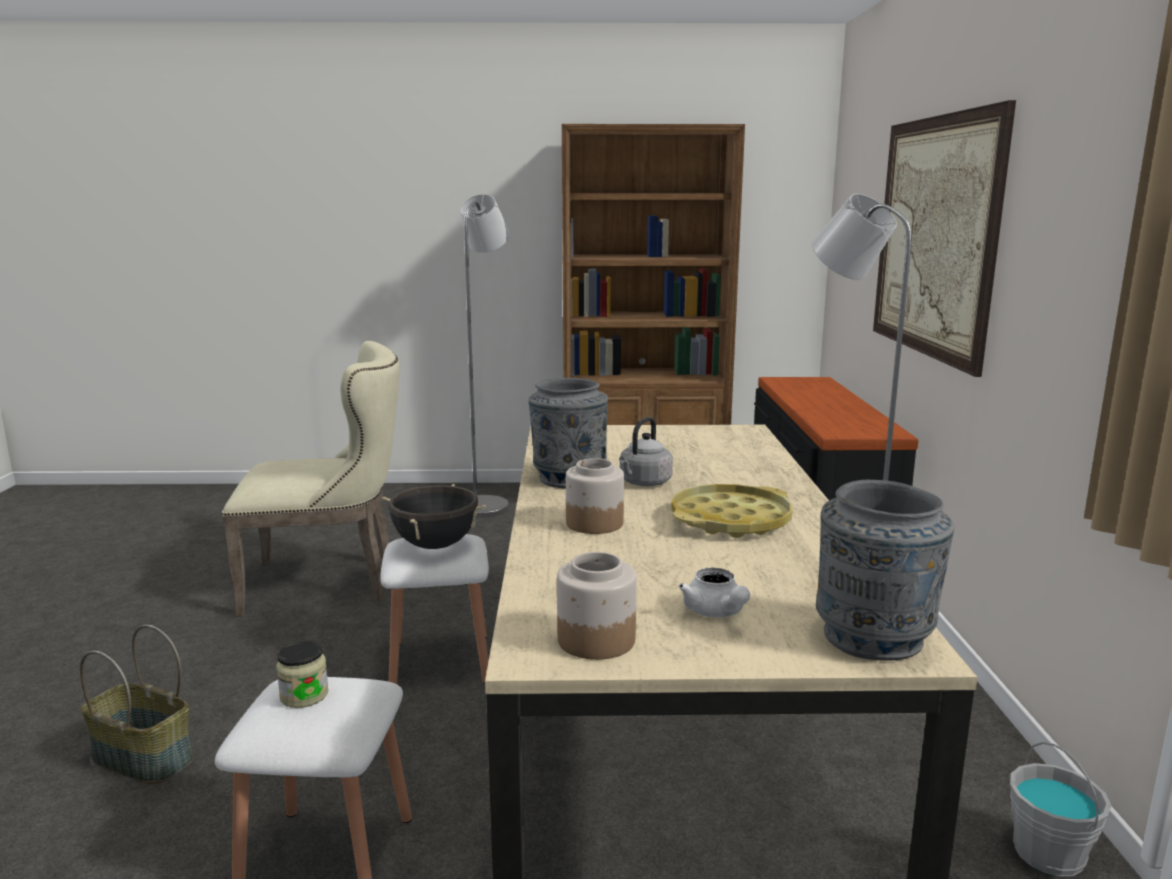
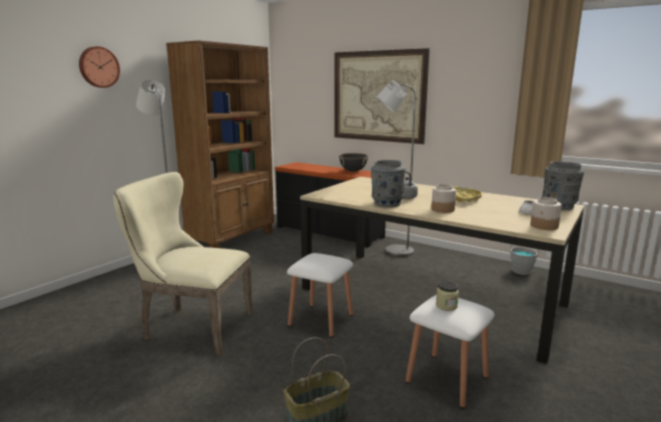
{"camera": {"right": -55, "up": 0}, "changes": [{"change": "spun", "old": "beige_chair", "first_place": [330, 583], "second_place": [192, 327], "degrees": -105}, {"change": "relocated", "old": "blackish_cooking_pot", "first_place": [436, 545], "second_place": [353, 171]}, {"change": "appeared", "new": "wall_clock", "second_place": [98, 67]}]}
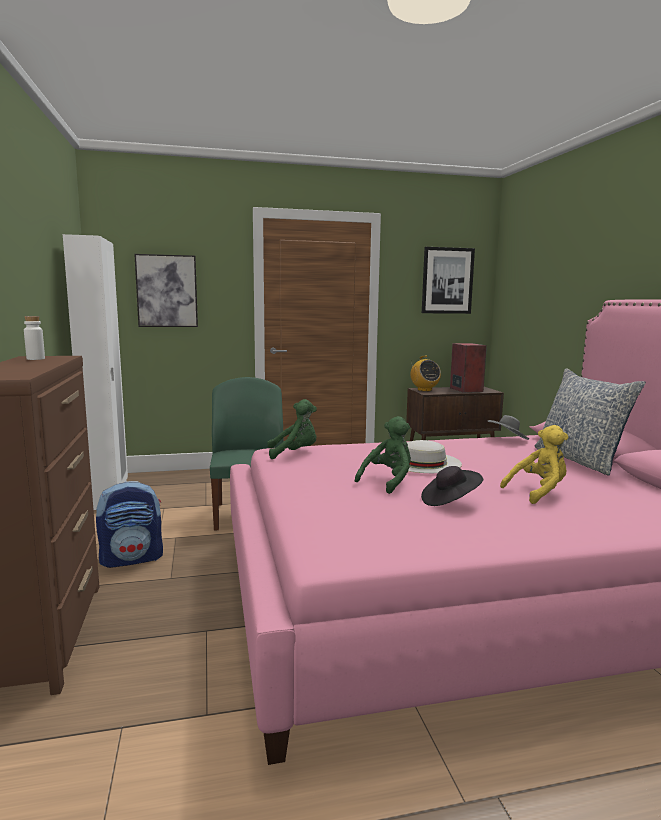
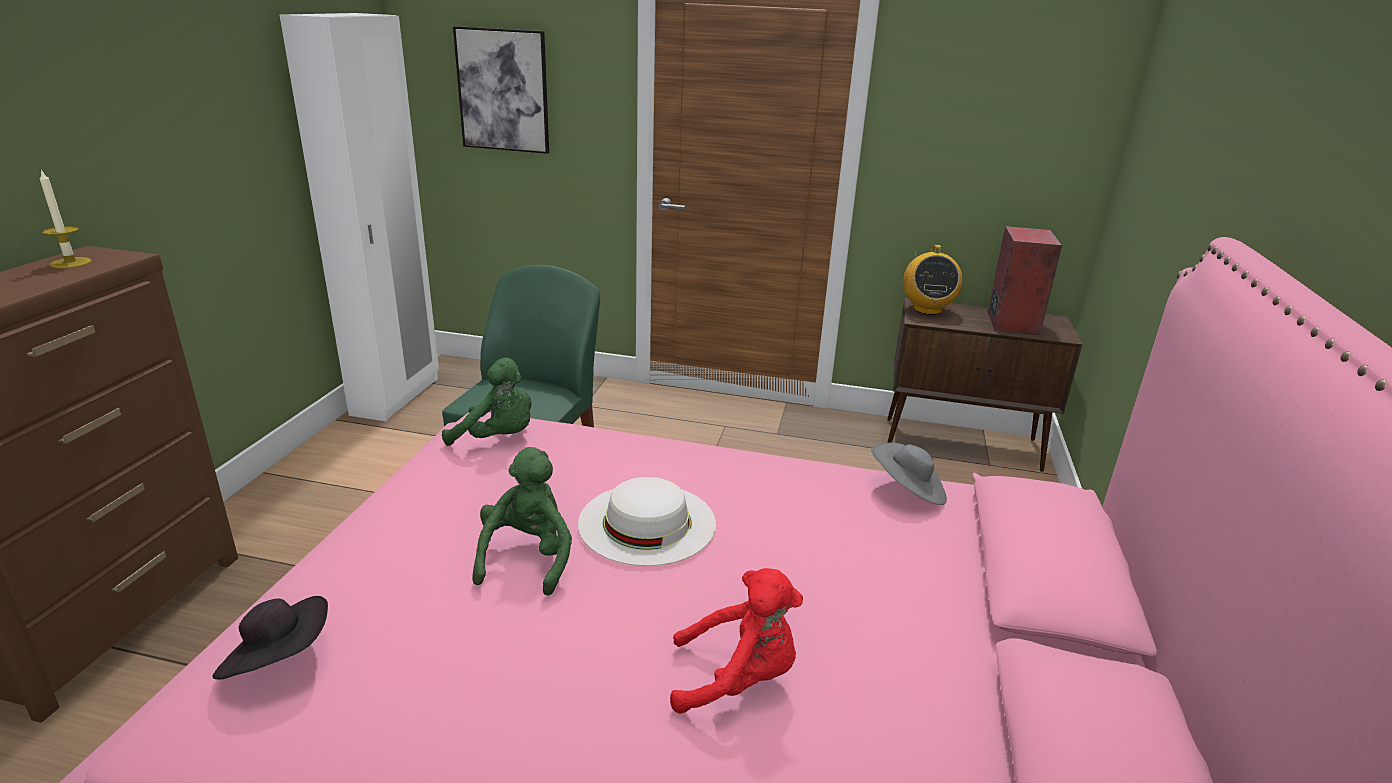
{"camera": {"right": 25, "up": 15}, "changes": [{"change": "exchanged", "old": "white-coloured_bottle", "new": "wax_candle", "first_place": [35, 359], "second_place": [71, 263]}, {"change": "missing", "old": "backpack", "first_place": [132, 559]}, {"change": "spun", "old": "greenish_soft_toy", "first_place": [388, 481], "second_place": [527, 558], "degrees": -60}, {"change": "relocated", "old": "blackish_clothing_hat", "first_place": [450, 501], "second_place": [279, 660]}, {"change": "missing", "old": "wall_art", "first_place": [447, 280]}, {"change": "colour", "old": "yellow_soft_toy", "new": "reddish_soft_toy", "first_place": [538, 492], "second_place": [737, 679]}, {"change": "missing", "old": "cushion", "first_place": [580, 460]}]}
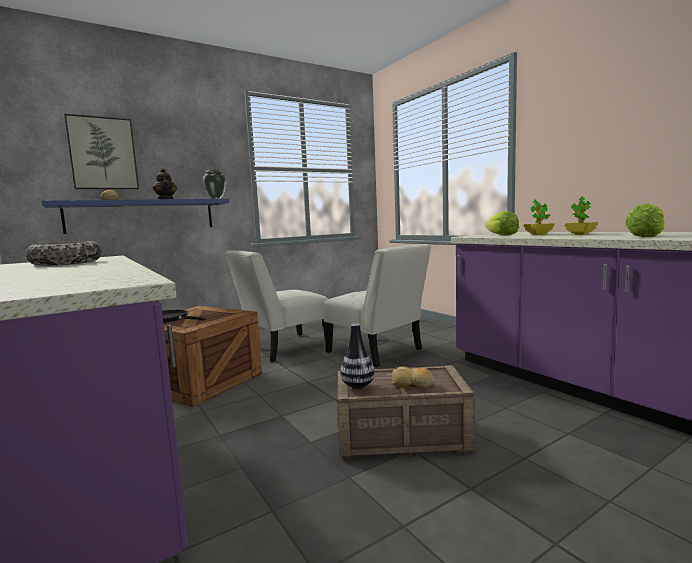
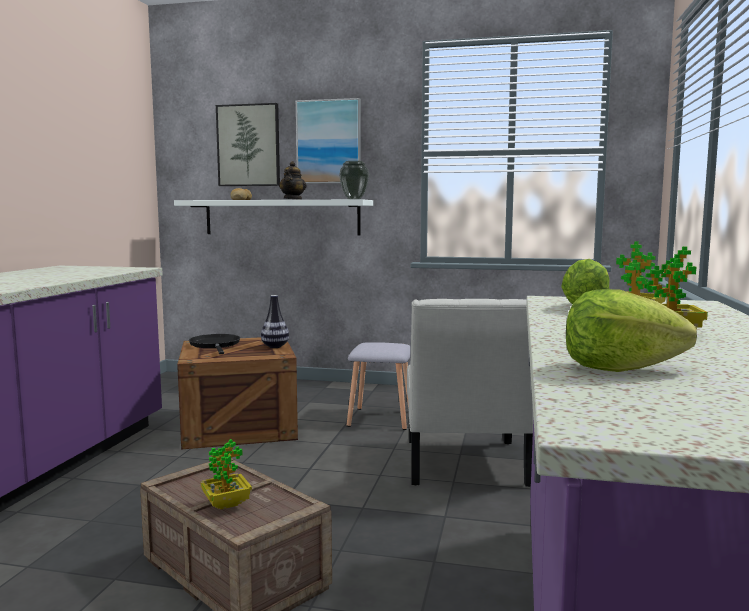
{"camera": {"right": 45, "up": 0}, "changes": [{"change": "missing", "old": "serving_bowl", "first_place": [67, 263]}, {"change": "colour", "old": "blue-coloured_shelf", "new": "white-coloured_shelf", "first_place": [142, 216], "second_place": [281, 217]}, {"change": "exchanged", "old": "white-coloured_chair", "new": "greyish_stool_seat", "first_place": [282, 348], "second_place": [380, 418]}, {"change": "relocated", "old": "decorative_vase", "first_place": [358, 386], "second_place": [275, 347]}, {"change": "exchanged", "old": "bread", "new": "plant_in_a_pot", "first_place": [412, 384], "second_place": [226, 504]}, {"change": "appeared", "new": "wall_art", "second_place": [329, 142]}]}
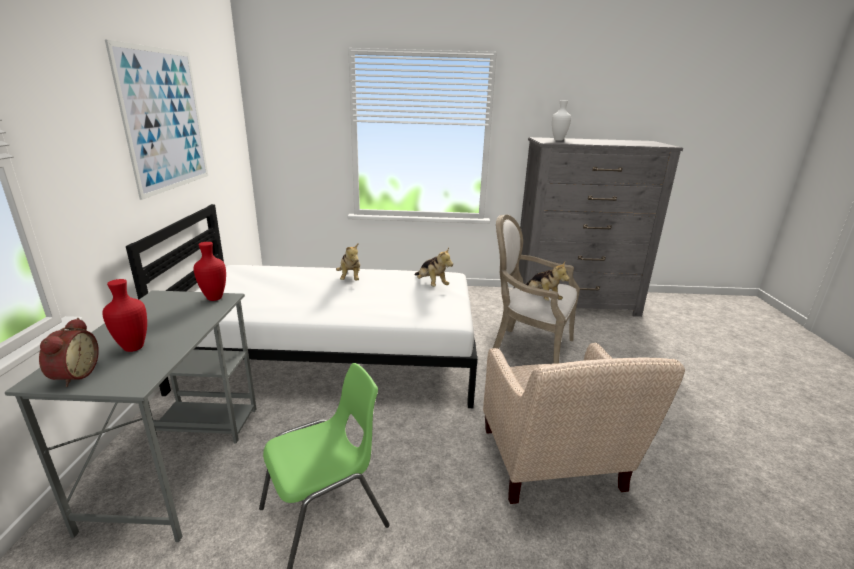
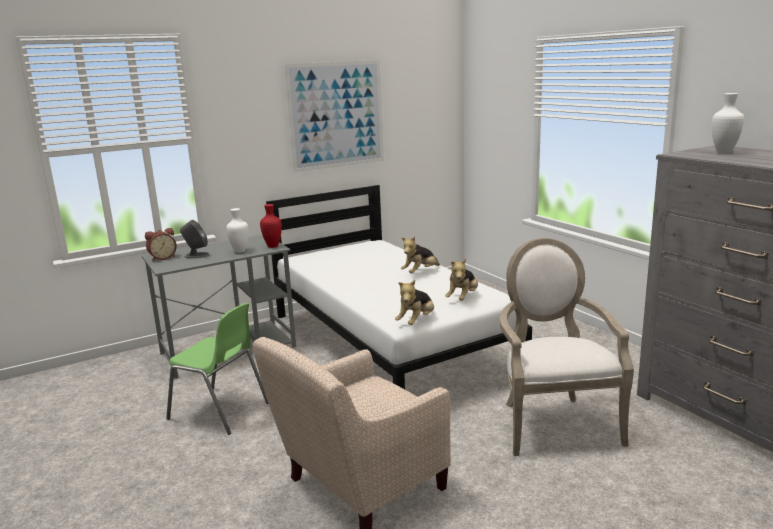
{"camera": {"right": 60, "up": -5}, "changes": [{"change": "exchanged", "old": "reddish_decorative_vase", "new": "greyish_audio_speaker", "first_place": [132, 348], "second_place": [196, 255]}, {"change": "relocated", "old": "soft_toy", "first_place": [541, 298], "second_place": [416, 321]}, {"change": "appeared", "new": "white-coloured_decorative_vase", "second_place": [240, 251]}]}
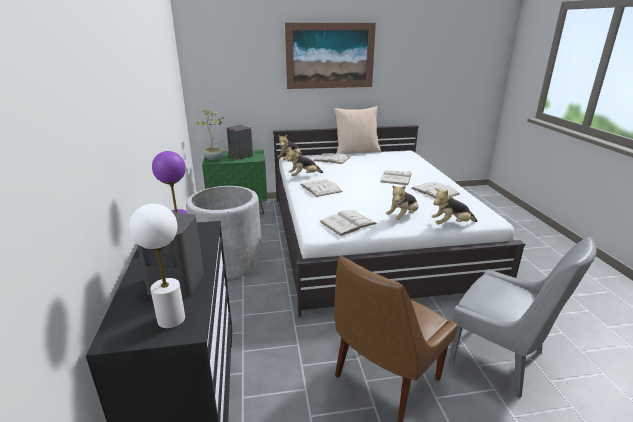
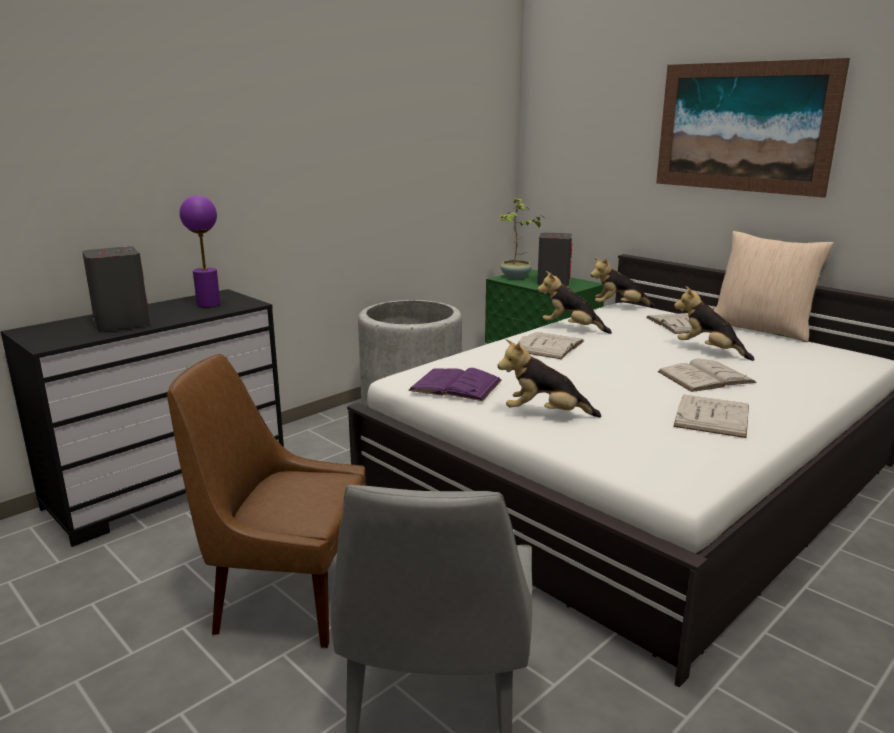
{"camera": {"right": 55, "up": -5}, "changes": [{"change": "missing", "old": "white-coloured_tabletop_lamp", "first_place": [172, 319]}, {"change": "colour", "old": "white-coloured_volume", "new": "purple_volume", "first_place": [348, 223], "second_place": [455, 385]}, {"change": "relocated", "old": "soft_toy", "first_place": [451, 224], "second_place": [709, 351]}]}
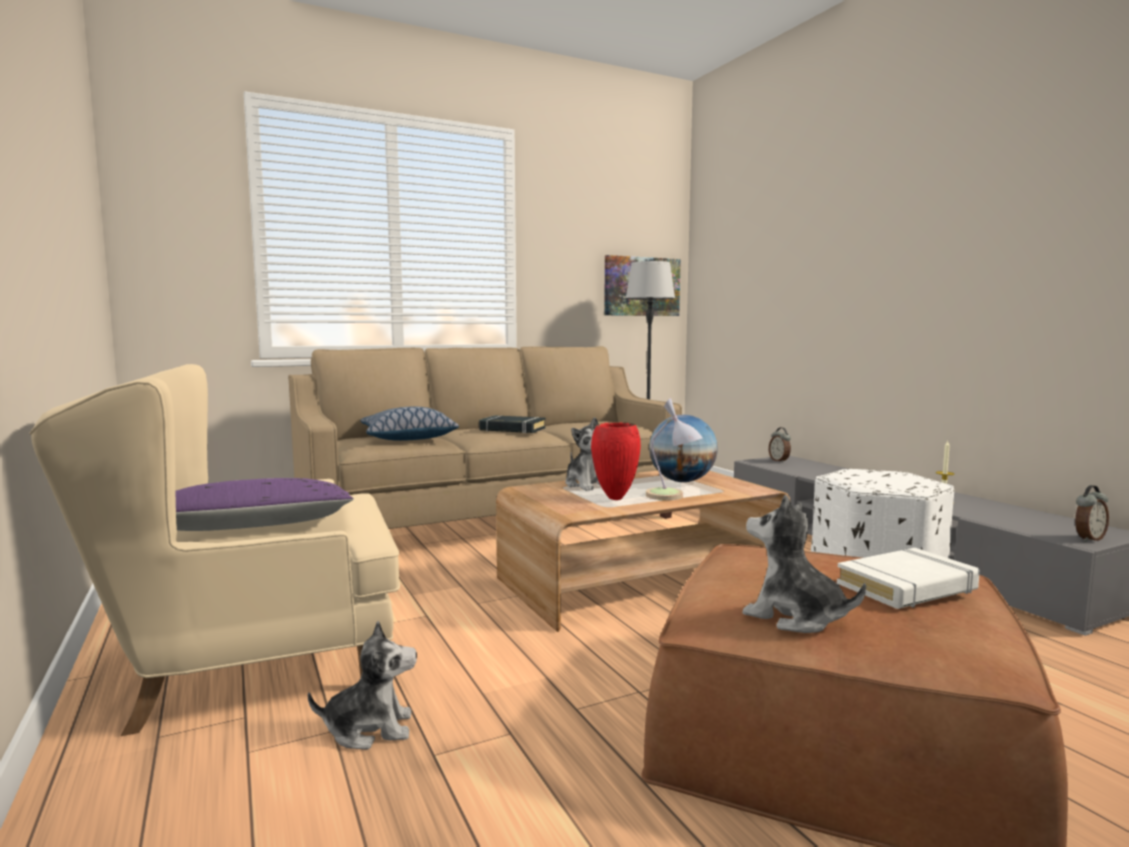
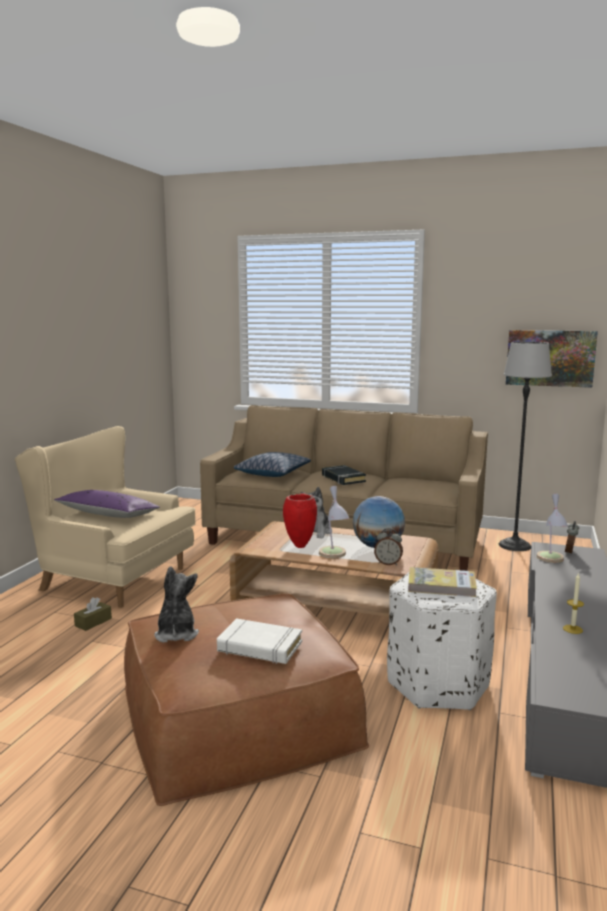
{"camera": {"right": 45, "up": 5}, "changes": [{"change": "exchanged", "old": "soft_toy", "new": "brownish_tissue_box", "first_place": [370, 729], "second_place": [93, 622]}, {"change": "relocated", "old": "bedside_clock", "first_place": [1088, 539], "second_place": [388, 563]}, {"change": "appeared", "new": "volume", "second_place": [441, 585]}, {"change": "appeared", "new": "tabletop_lamp", "second_place": [551, 560]}]}
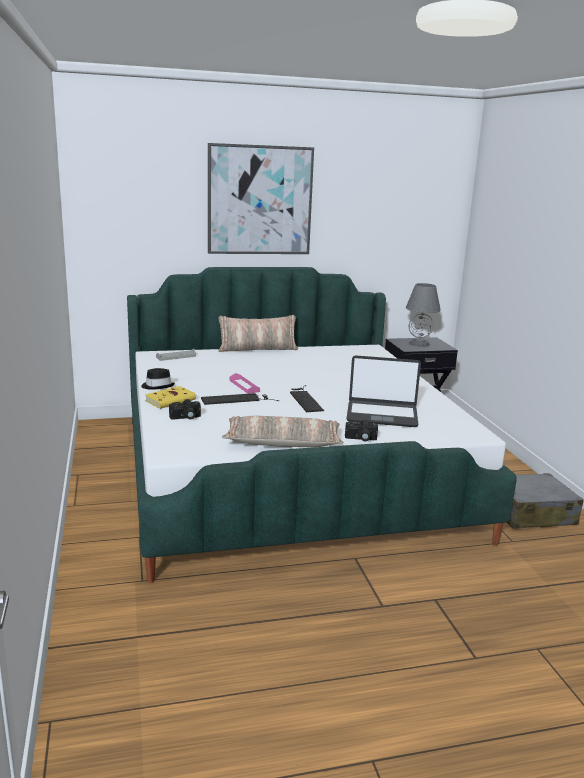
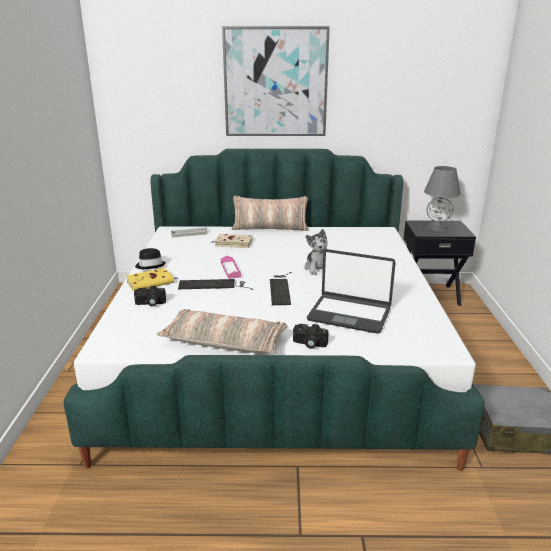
{"camera": {"right": 15, "up": 5}, "changes": [{"change": "appeared", "new": "beige_volume", "second_place": [232, 243]}, {"change": "appeared", "new": "soft_toy", "second_place": [318, 268]}]}
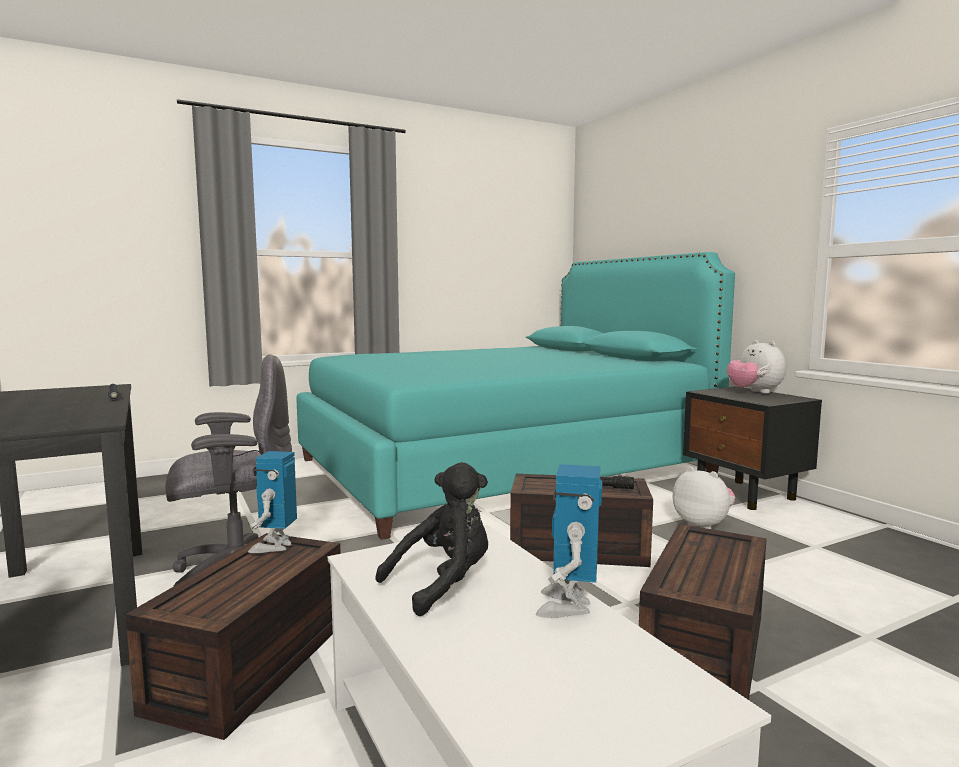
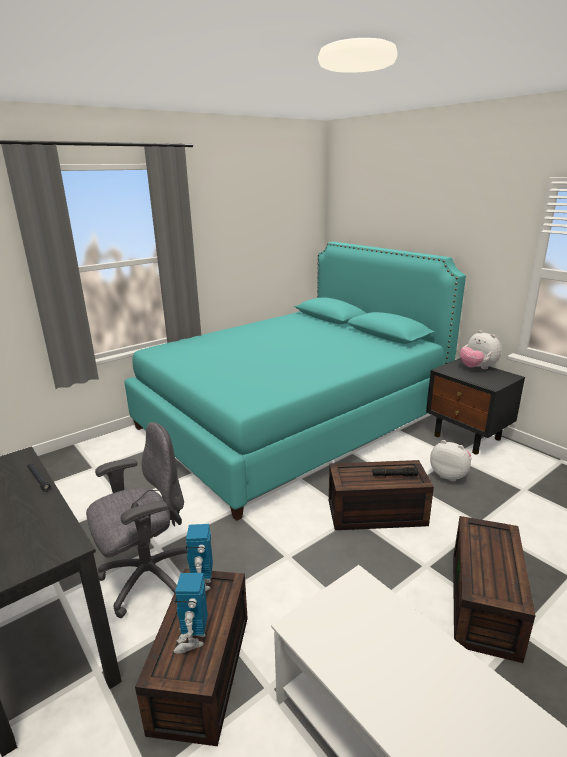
{"camera": {"right": -10, "up": 15}, "changes": [{"change": "missing", "old": "blackish_soft_toy", "first_place": [443, 584]}, {"change": "relocated", "old": "robot_figure", "first_place": [568, 605], "second_place": [192, 639]}]}
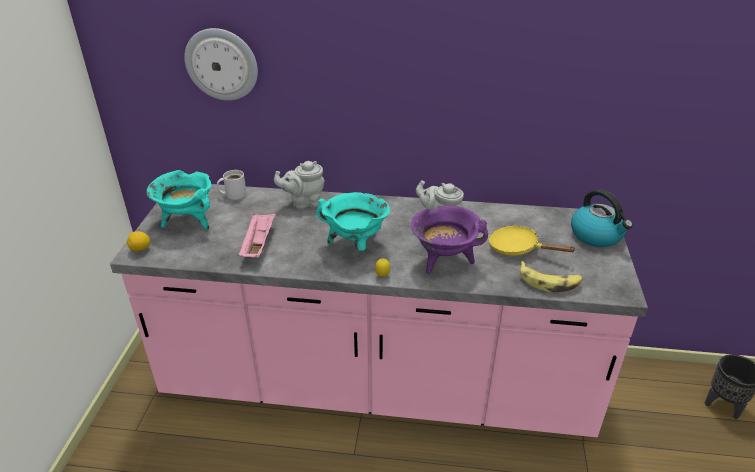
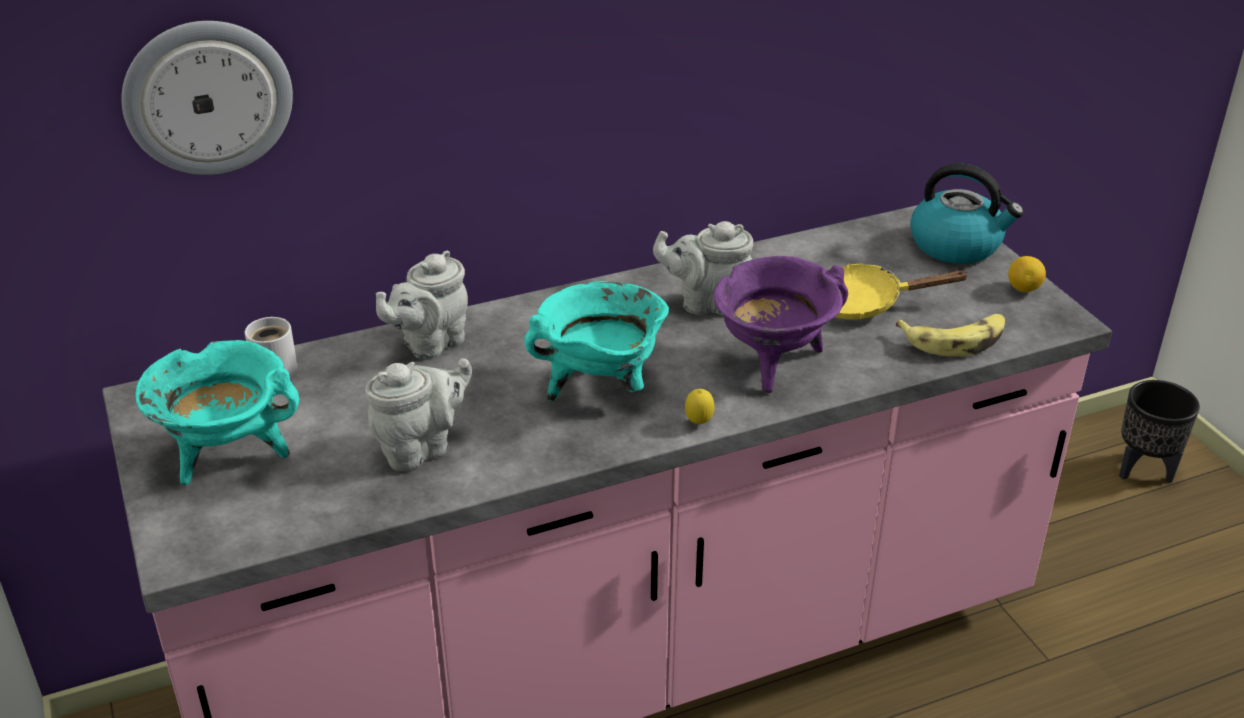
{"camera": {"right": -30, "up": 0}, "changes": [{"change": "relocated", "old": "whole_lemon", "first_place": [140, 249], "second_place": [1023, 289]}, {"change": "exchanged", "old": "pink_carrying_tray", "new": "greyish_tea_pot", "first_place": [258, 244], "second_place": [421, 448]}]}
